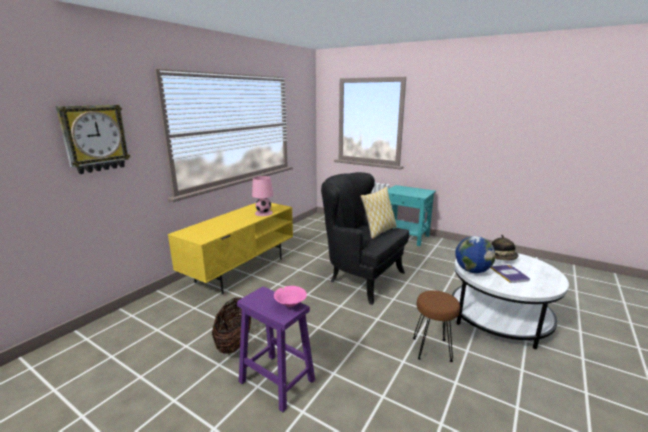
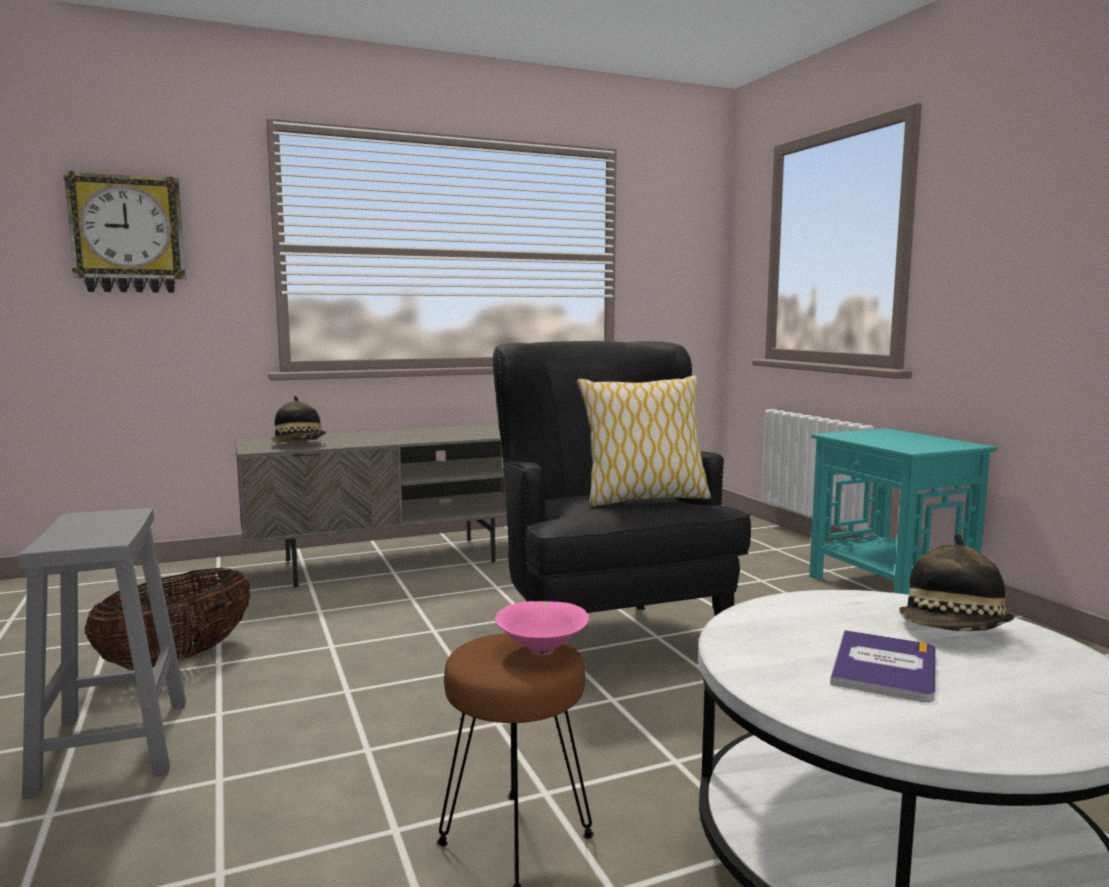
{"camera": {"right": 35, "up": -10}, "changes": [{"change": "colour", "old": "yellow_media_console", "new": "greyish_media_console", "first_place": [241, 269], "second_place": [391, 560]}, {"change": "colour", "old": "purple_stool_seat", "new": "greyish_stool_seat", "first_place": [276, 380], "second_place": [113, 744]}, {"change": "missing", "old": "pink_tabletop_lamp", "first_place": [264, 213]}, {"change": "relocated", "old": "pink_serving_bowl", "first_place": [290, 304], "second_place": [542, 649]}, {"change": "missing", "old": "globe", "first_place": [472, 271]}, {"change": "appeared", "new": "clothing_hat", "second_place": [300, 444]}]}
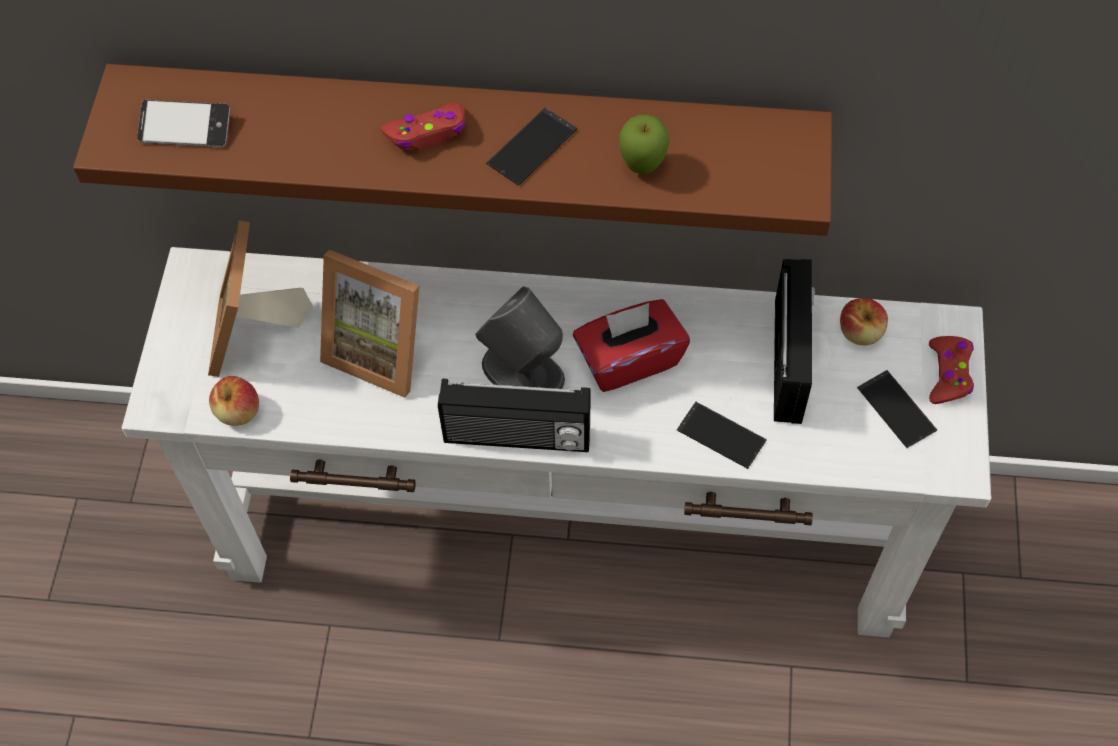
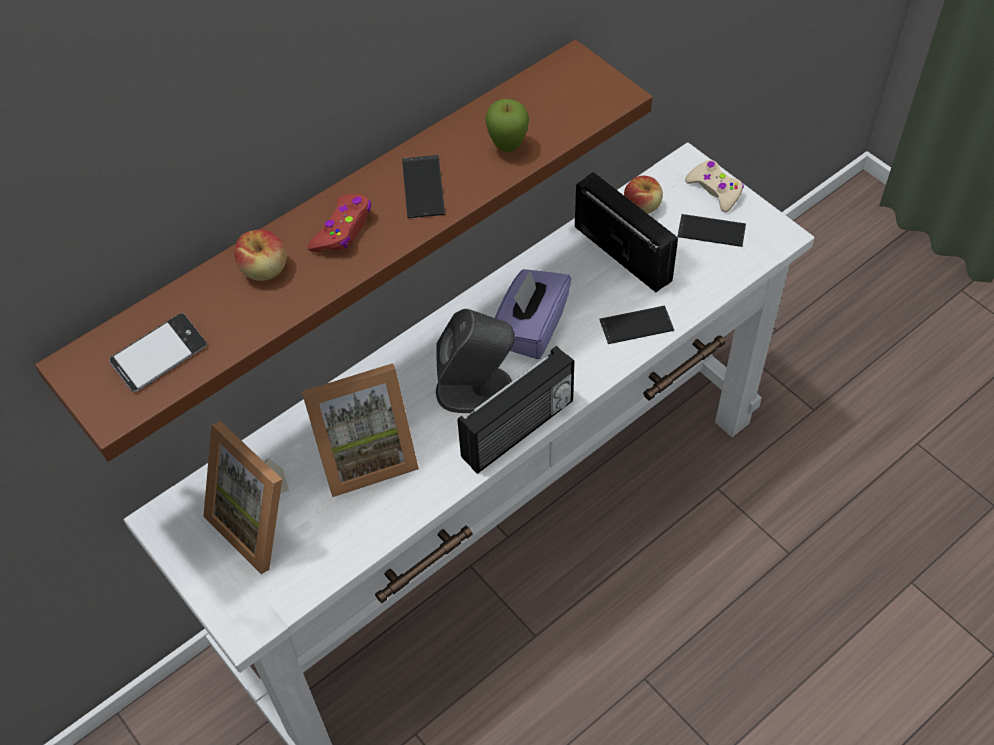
{"camera": {"right": -45, "up": -5}, "changes": [{"change": "relocated", "old": "whole_apple", "first_place": [238, 411], "second_place": [264, 269]}, {"change": "colour", "old": "reddish_tissue_box", "new": "purple_tissue_box", "first_place": [629, 359], "second_place": [530, 328]}, {"change": "colour", "old": "reddish_joypad", "new": "beige_joypad", "first_place": [949, 374], "second_place": [715, 190]}]}
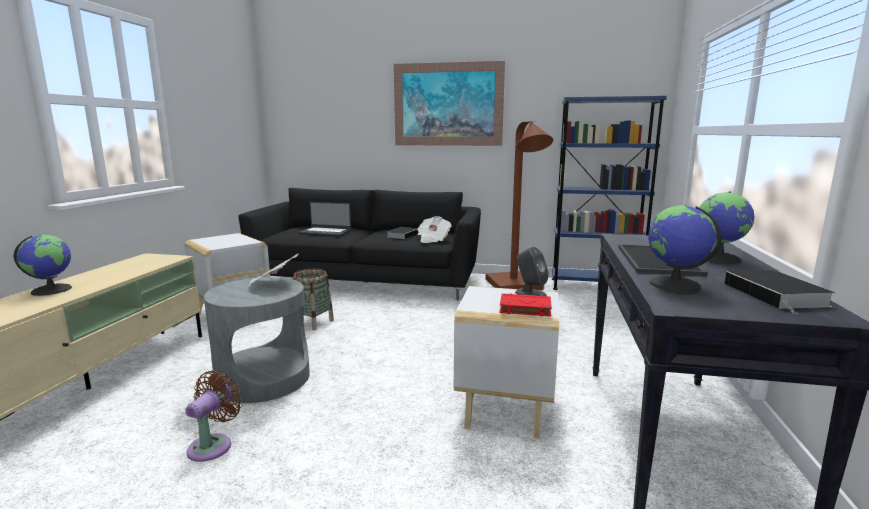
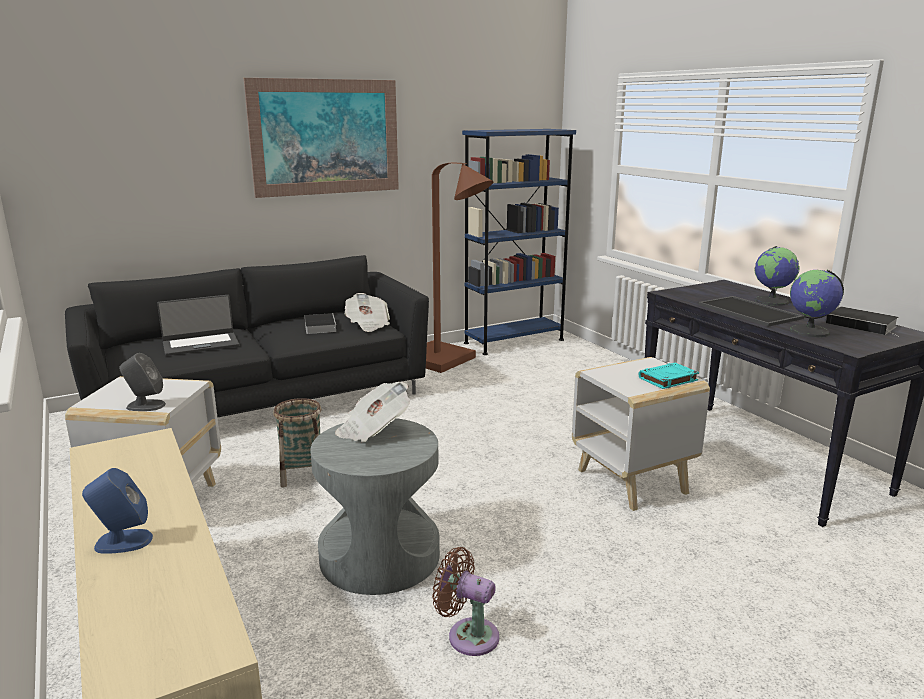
{"camera": {"right": -40, "up": 5}, "changes": [{"change": "exchanged", "old": "globe", "new": "blue-coloured_audio_speaker", "first_place": [51, 290], "second_place": [123, 542]}, {"change": "spun", "old": "brownish_cooling_fan", "first_place": [213, 445], "second_place": [468, 635], "degrees": -45}, {"change": "colour", "old": "reddish_volume", "new": "turquoise_volume", "first_place": [524, 309], "second_place": [667, 379]}, {"change": "relocated", "old": "greyish_audio_speaker", "first_place": [530, 293], "second_place": [145, 405]}]}
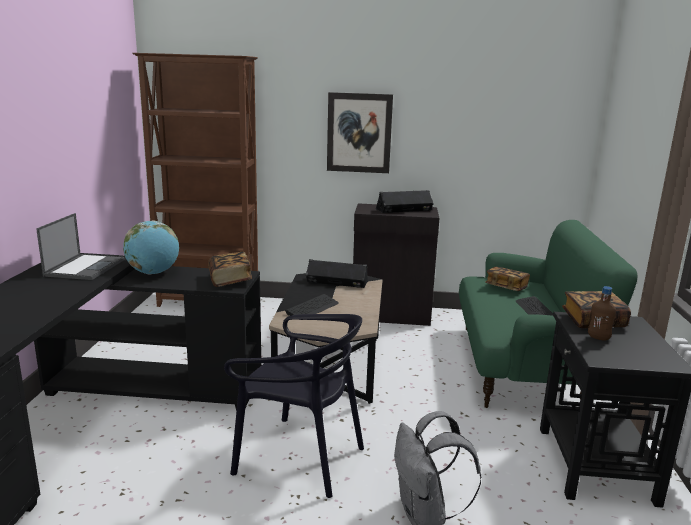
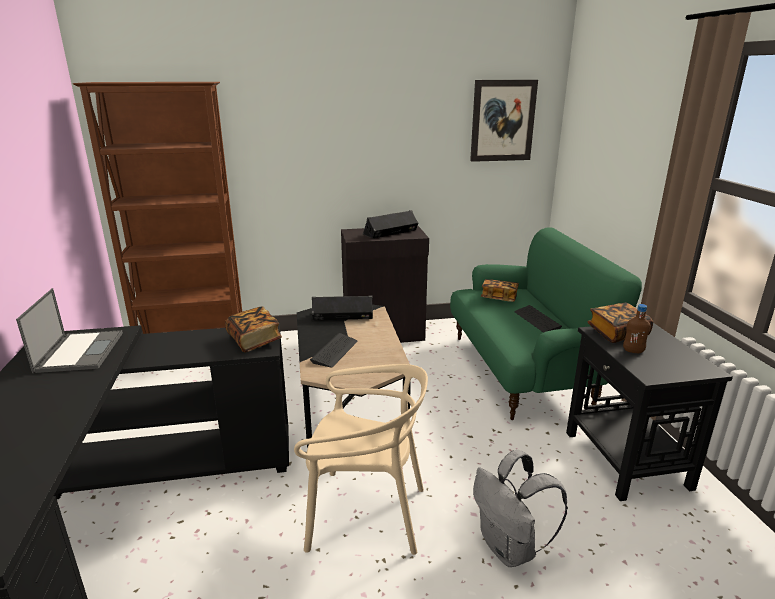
{"camera": {"right": -15, "up": 5}, "changes": [{"change": "missing", "old": "globe", "first_place": [153, 273]}, {"change": "colour", "old": "blackish_chair", "new": "beige_chair", "first_place": [299, 457], "second_place": [366, 514]}, {"change": "relocated", "old": "wall_art", "first_place": [359, 133], "second_place": [502, 121]}]}
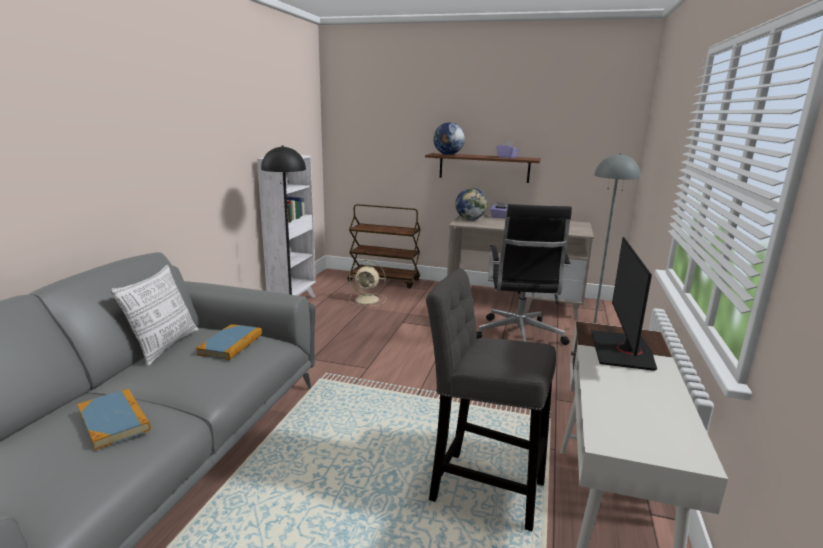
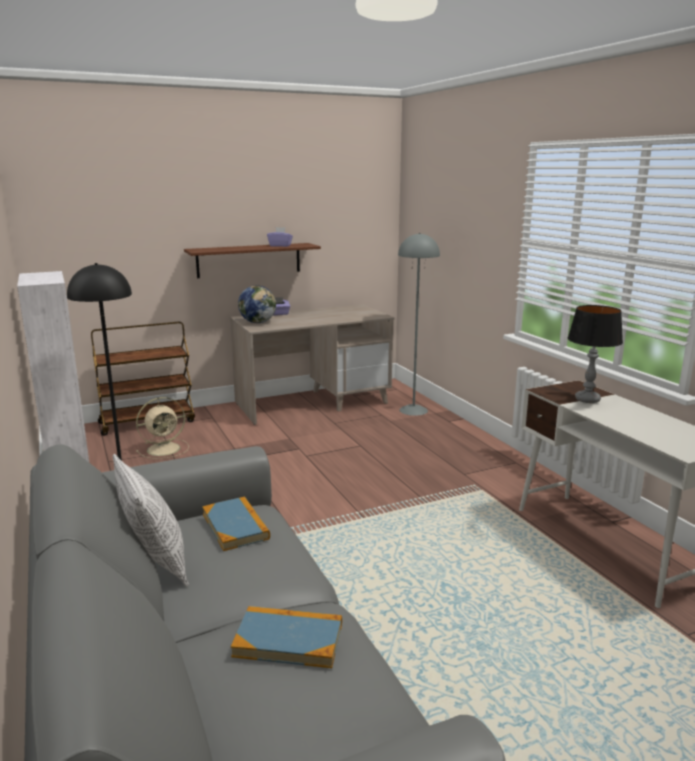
{"camera": {"right": -40, "up": 0}, "changes": [{"change": "missing", "old": "greyish_stool_seat", "first_place": [481, 488]}, {"change": "missing", "old": "globe", "first_place": [447, 154]}, {"change": "missing", "old": "blackish_desk_chair", "first_place": [518, 337]}, {"change": "exchanged", "old": "monitor", "new": "tabletop_lamp", "first_place": [622, 351], "second_place": [587, 399]}]}
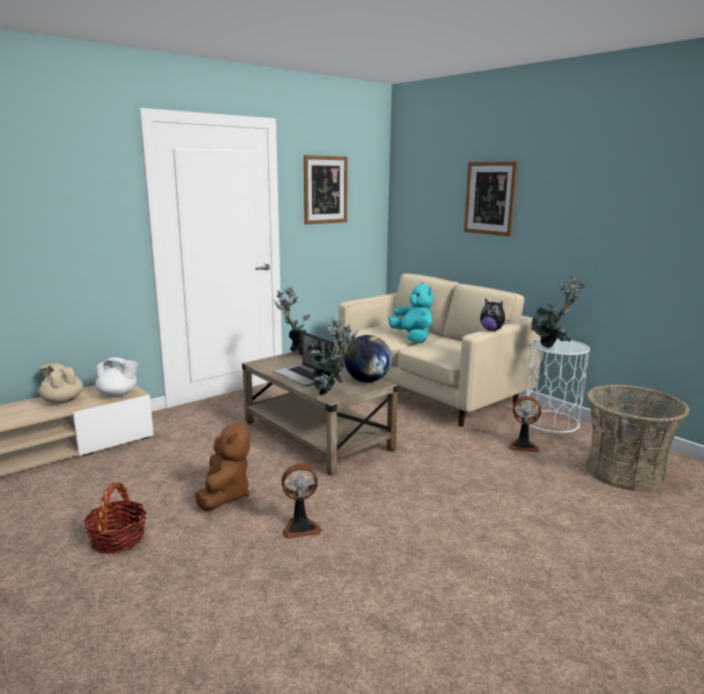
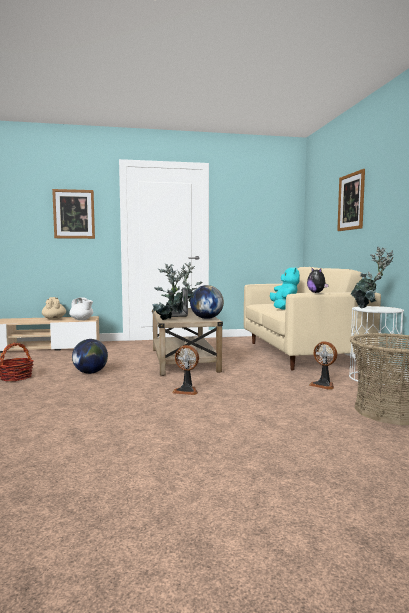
{"camera": {"right": 30, "up": -10}, "changes": [{"change": "exchanged", "old": "brownish_soft_toy", "new": "globe", "first_place": [225, 495], "second_place": [90, 373]}, {"change": "relocated", "old": "cooling_fan", "first_place": [300, 527], "second_place": [186, 391]}, {"change": "relocated", "old": "wall_art", "first_place": [325, 190], "second_place": [74, 214]}]}
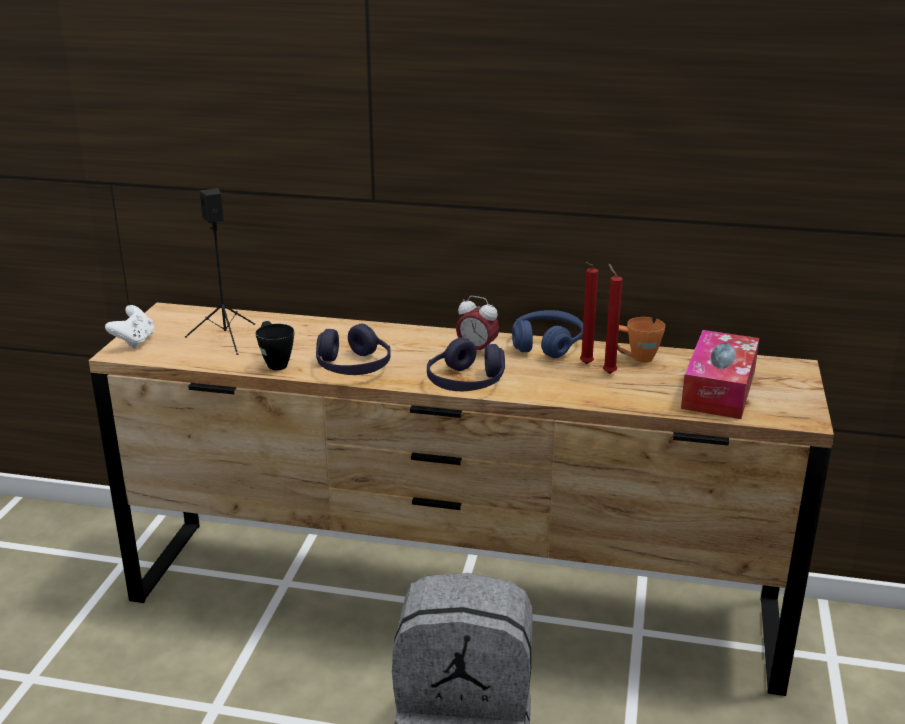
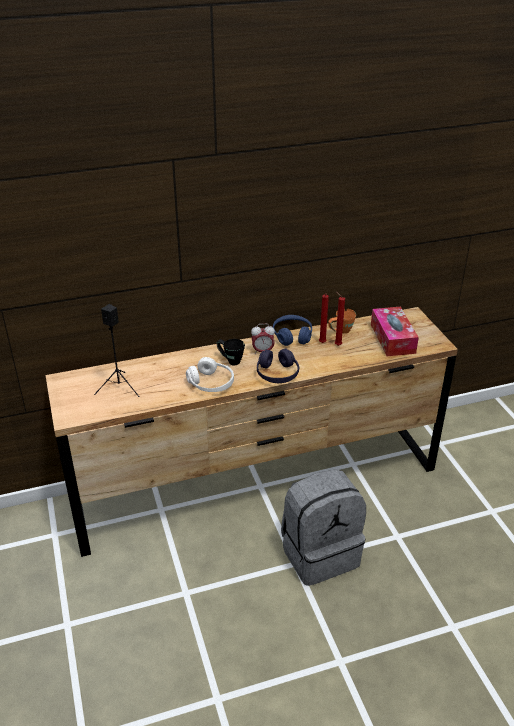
{"camera": {"right": -30, "up": 10}, "changes": [{"change": "missing", "old": "white-coloured_joypad", "first_place": [134, 341]}, {"change": "relocated", "old": "blackish_tea_mug", "first_place": [274, 362], "second_place": [230, 360]}, {"change": "colour", "old": "purple_headset", "new": "white-coloured_headset", "first_place": [353, 367], "second_place": [211, 383]}]}
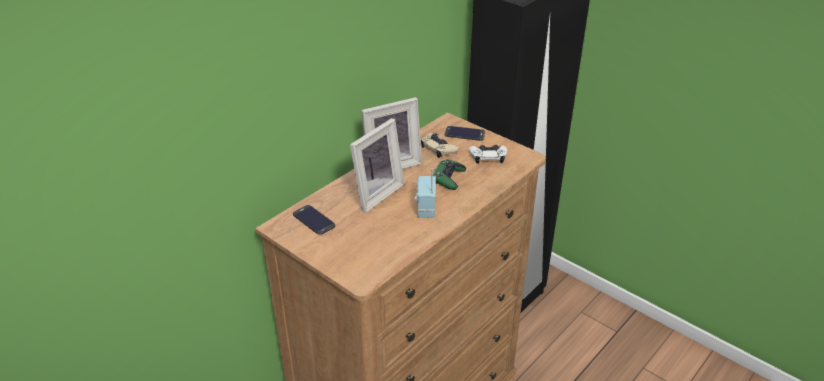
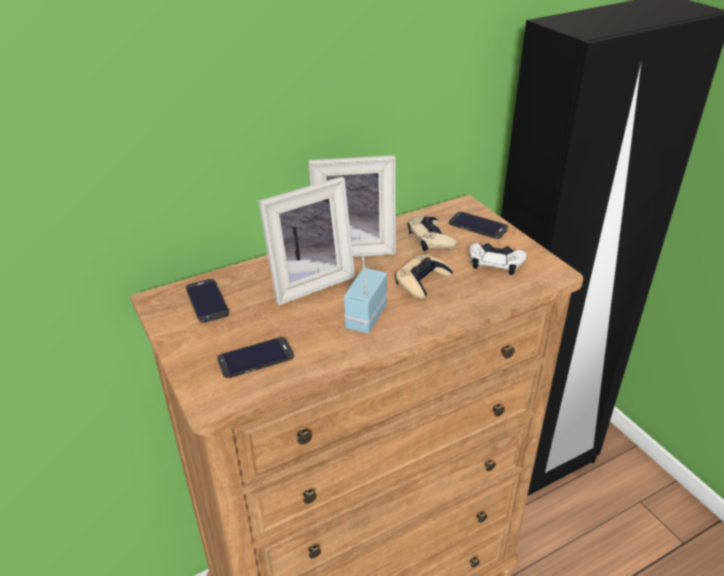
{"camera": {"right": 20, "up": 0}, "changes": [{"change": "colour", "old": "greenish_joypad", "new": "beige_joypad", "first_place": [448, 178], "second_place": [422, 281]}, {"change": "appeared", "new": "phone", "second_place": [256, 358]}]}
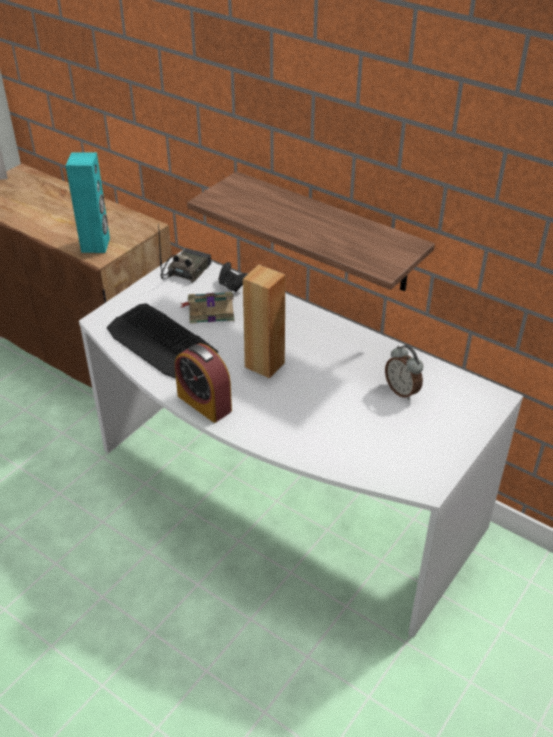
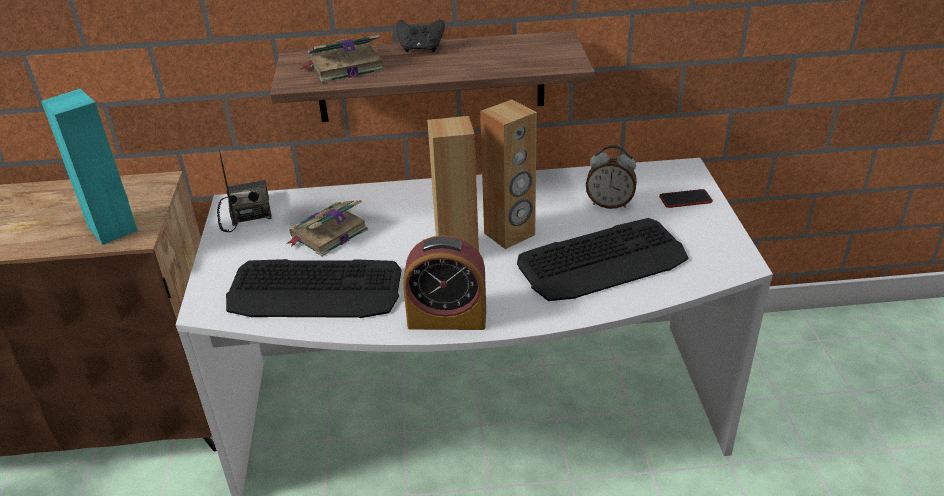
{"camera": {"right": -40, "up": -5}, "changes": [{"change": "relocated", "old": "blackish_joypad", "first_place": [232, 286], "second_place": [421, 49]}, {"change": "appeared", "new": "volume", "second_place": [344, 67]}, {"change": "appeared", "new": "brownish_audio_speaker", "second_place": [510, 234]}, {"change": "appeared", "new": "keyboard", "second_place": [603, 261]}, {"change": "appeared", "new": "phone", "second_place": [685, 199]}]}
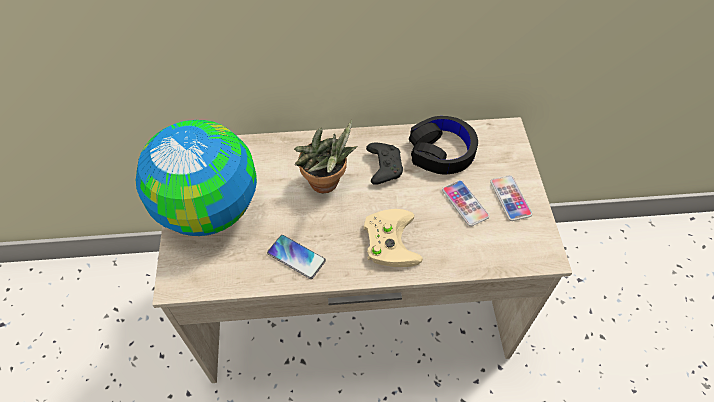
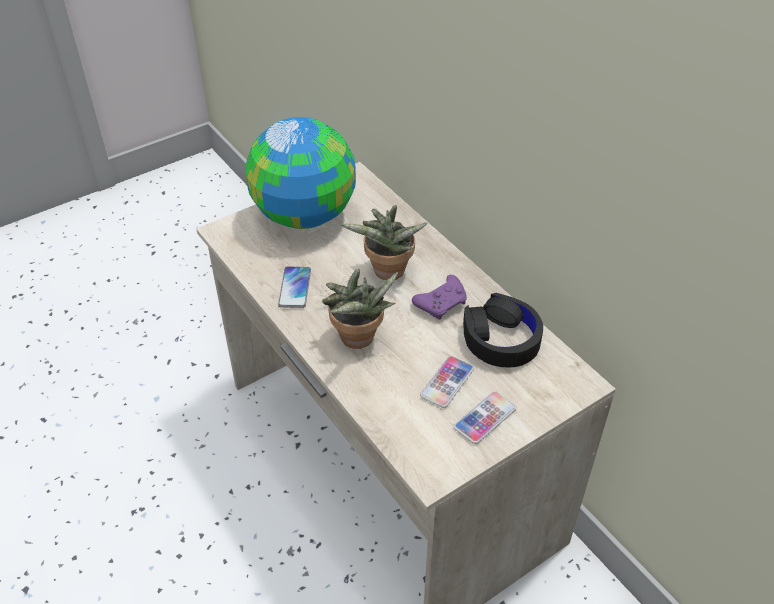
{"camera": {"right": 60, "up": -10}, "changes": [{"change": "exchanged", "old": "beige_joypad", "new": "plant_in_a_pot", "first_place": [388, 239], "second_place": [358, 341]}, {"change": "colour", "old": "blackish_joypad", "new": "purple_joypad", "first_place": [383, 167], "second_place": [442, 303]}]}
